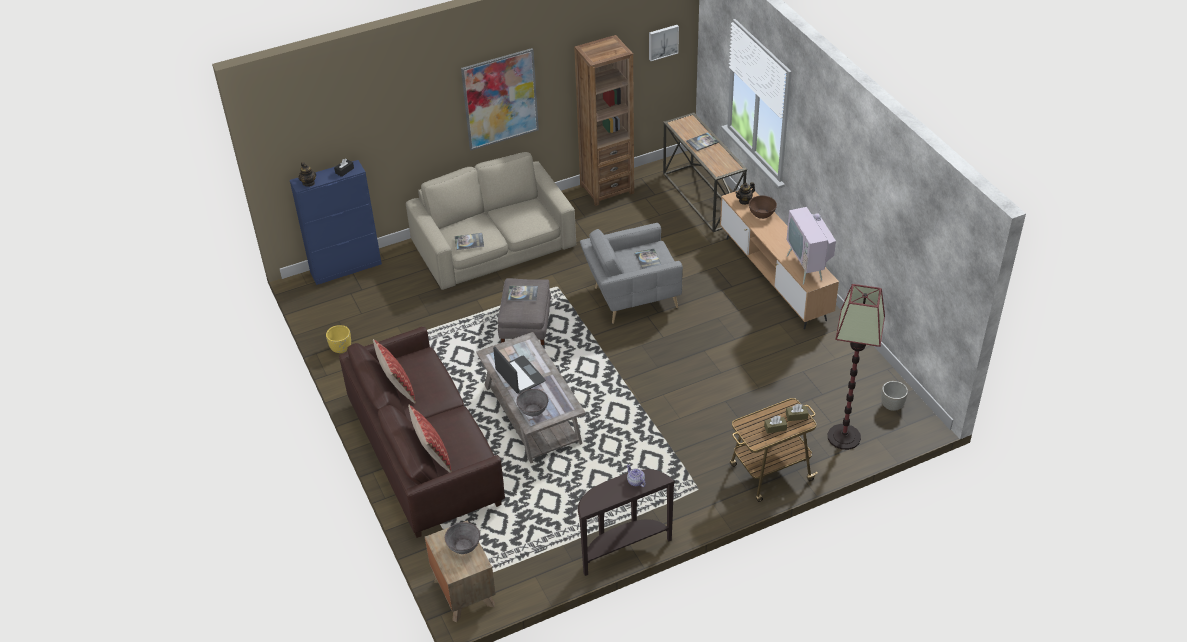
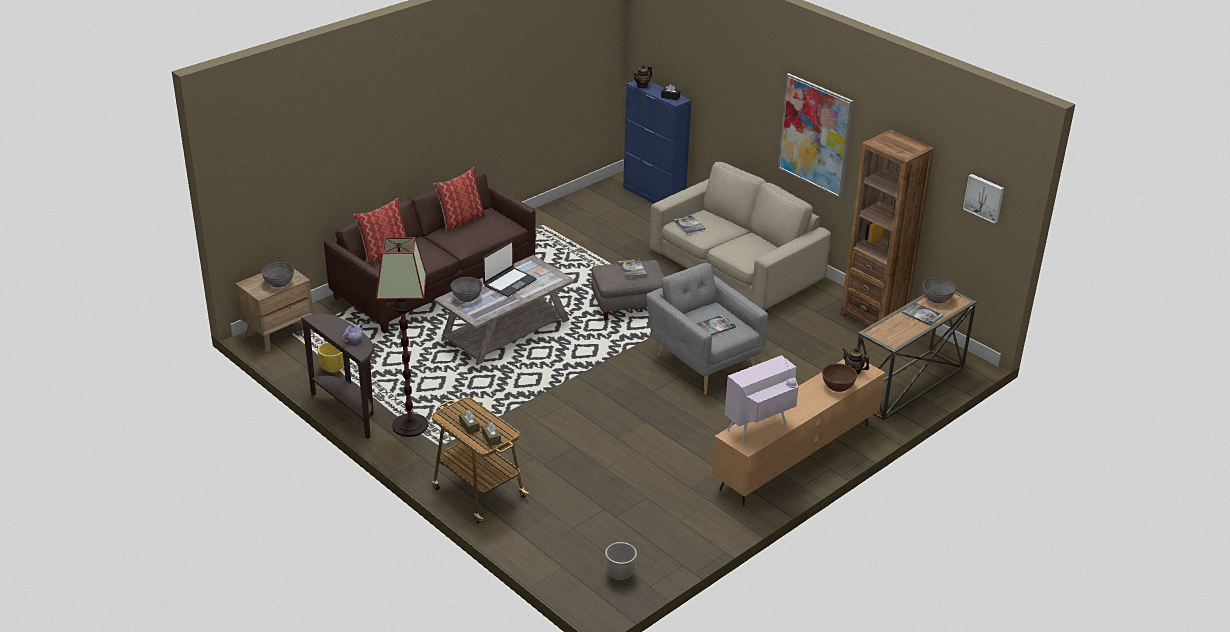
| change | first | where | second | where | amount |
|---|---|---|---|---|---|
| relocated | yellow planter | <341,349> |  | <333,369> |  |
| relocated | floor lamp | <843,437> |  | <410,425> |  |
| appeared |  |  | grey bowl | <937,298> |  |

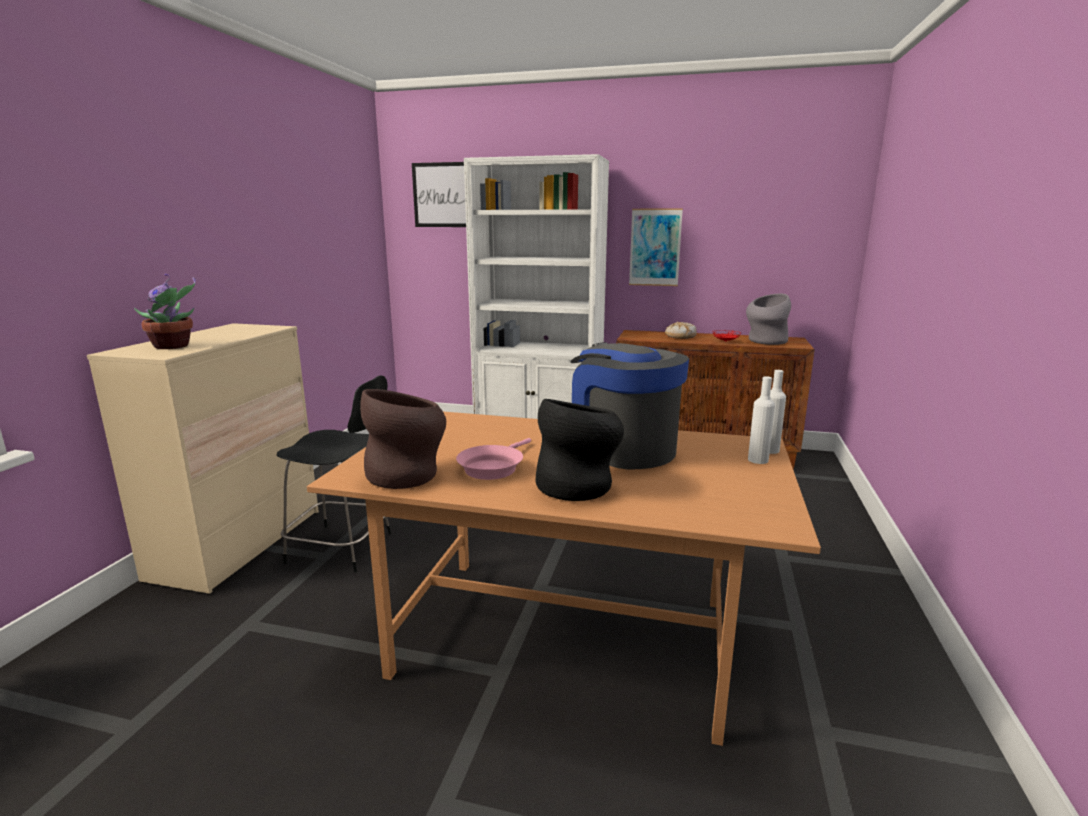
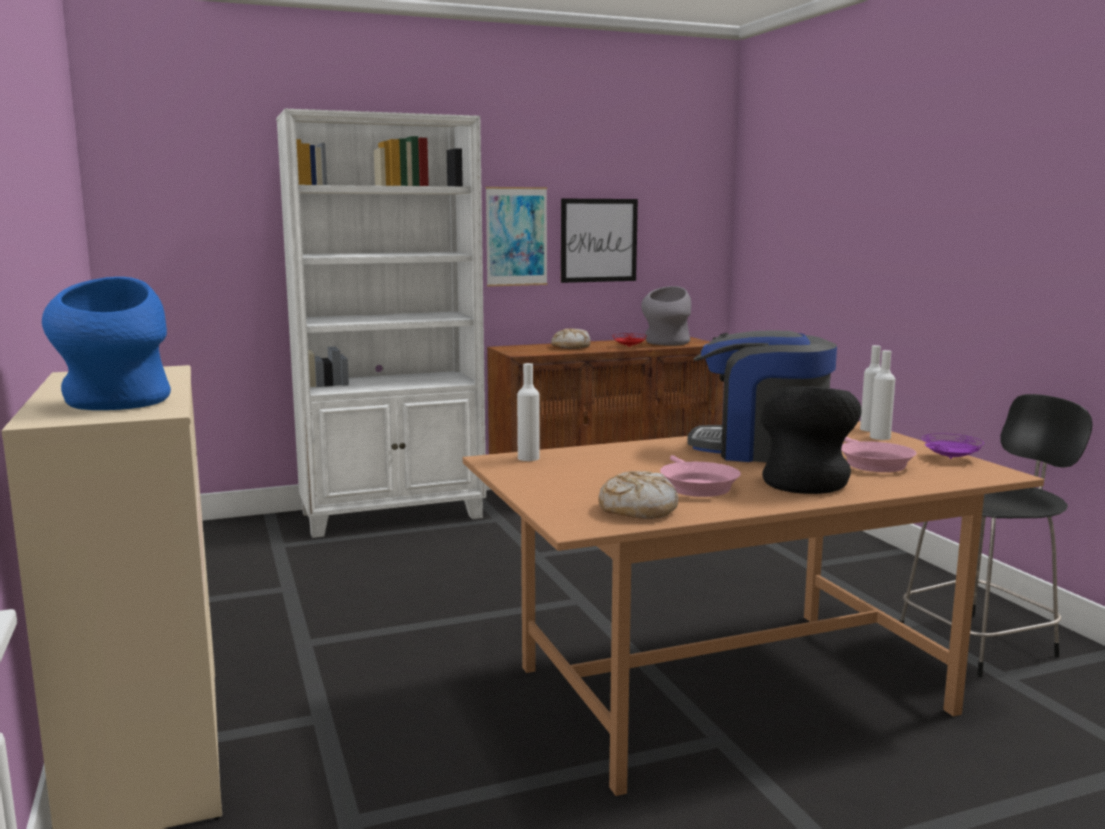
| change | first | where | second | where | amount |
|---|---|---|---|---|---|
| exchanged | potted plant | <173,346> | blue vase | <116,404> |  |
| relocated | black chair | <343,548> |  | <980,643> |  |
| exchanged | brown vase | <408,475> | bread | <637,509> |  |
| relocated | picture | <442,195> |  | <598,240> |  |
| appeared |  |  | white bottle | <528,458> |  |
| appeared |  |  | pink frying pan | <872,463> |  |
| appeared |  |  | purple plate | <950,458> |  |

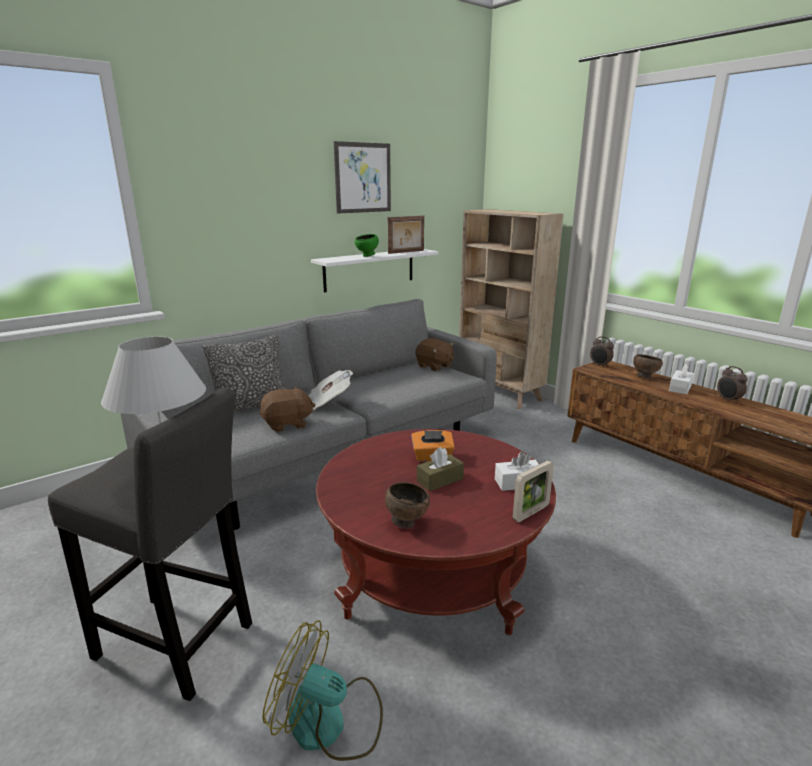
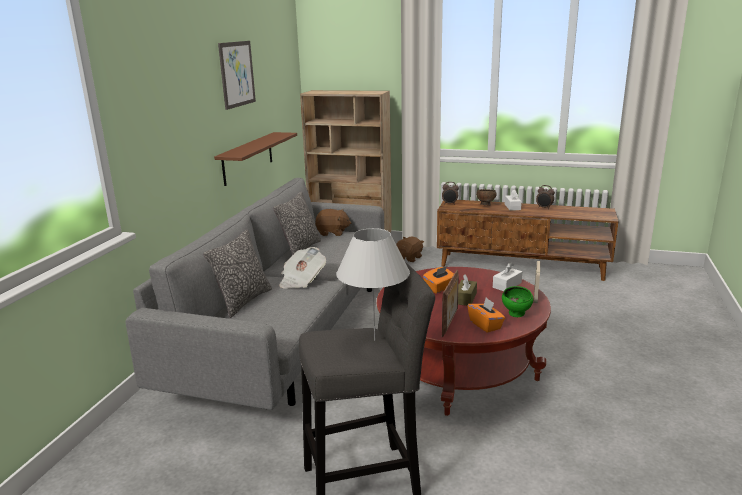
| change | first | where | second | where | amount |
|---|---|---|---|---|---|
| relocated | brown plush toy | <287,424> |  | <409,258> |  |
| missing | fan | <329,722> |  |  |  |
| colour | white shelf | <369,269> | brown shelf | <248,158> |  |
| relocated | green bowl | <367,256> |  | <516,315> |  |
| exchanged | brown bowl | <406,522> | orange tissue box | <485,325> |  |
| relocated | picture frame | <406,252> |  | <450,323> |  |
| appeared |  |  | pillow | <300,249> |  |

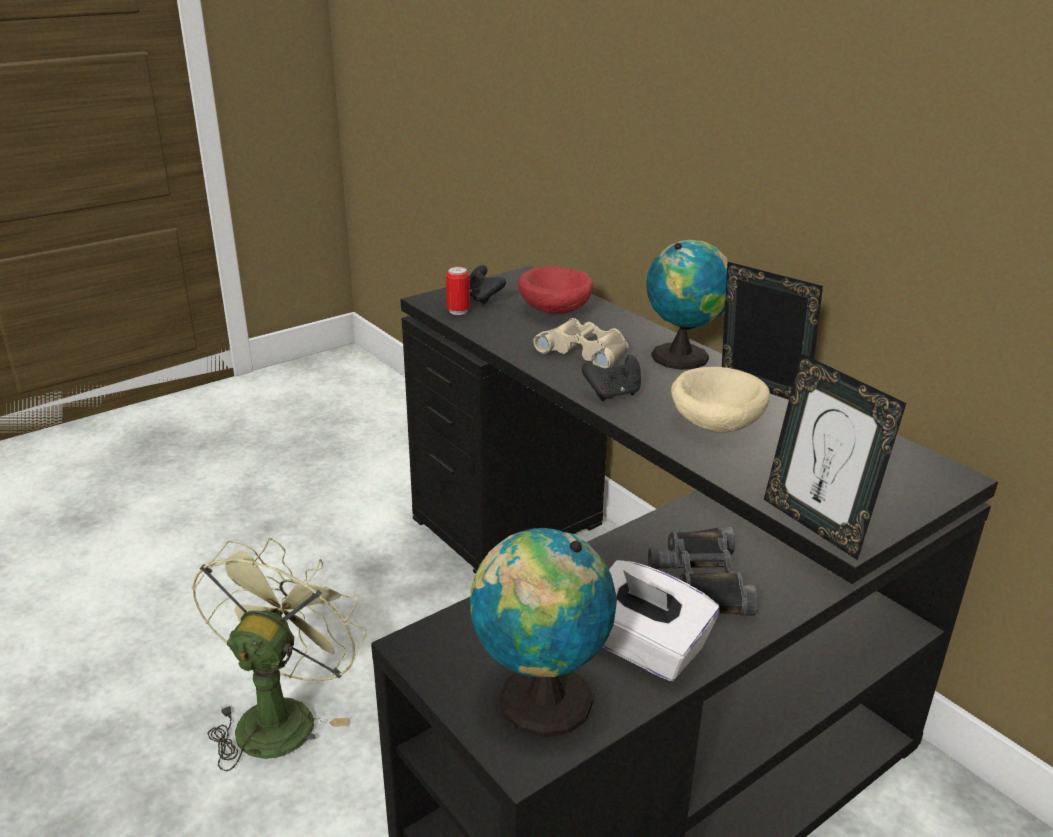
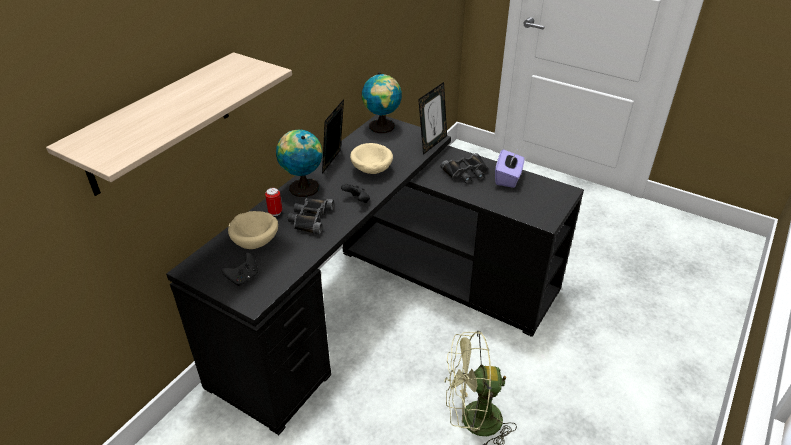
| change | first | where | second | where | amount |
|---|---|---|---|---|---|
| relocated | can | <458,311> |  | <275,212> |  |
| relocated | globe | <538,701> |  | <382,127> |  |
| colour | red bowl | <555,312> | beige bowl | <256,241> |  |
| colour | beige binoculars | <585,351> | black binoculars | <310,218> |  |
| colour | white tissue box | <644,648> | purple tissue box | <508,178> |  |
| appeared |  |  | shelf | <159,123> |  |

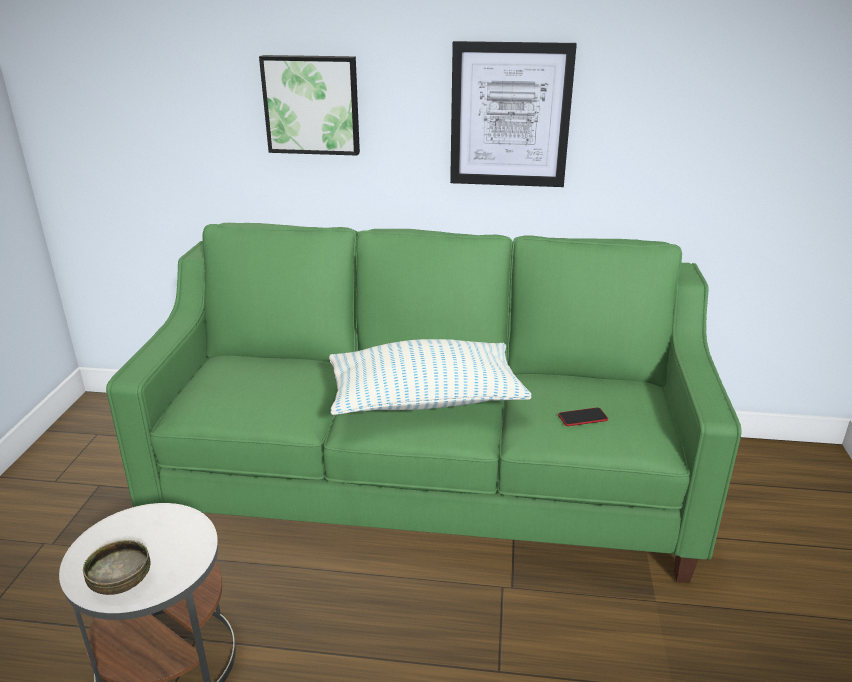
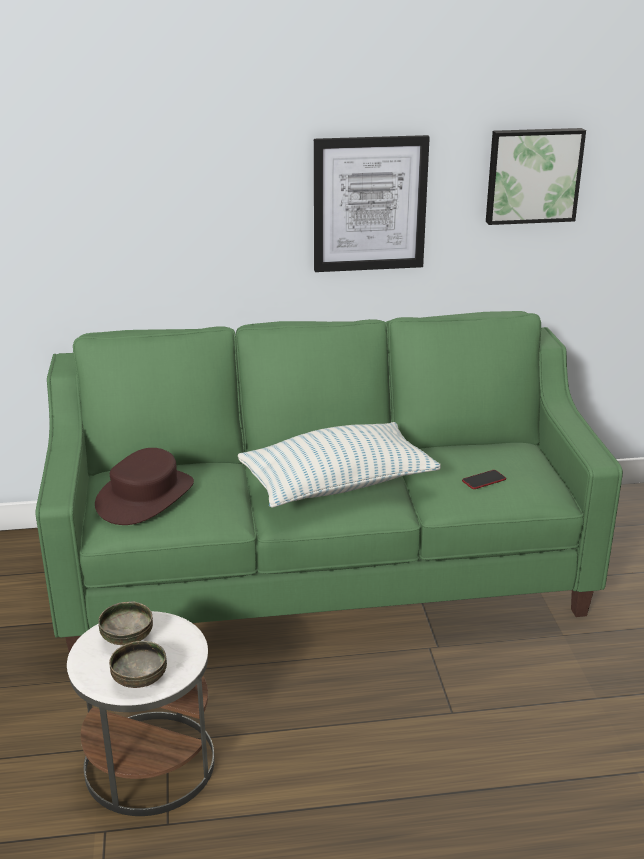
| change | first | where | second | where | amount |
|---|---|---|---|---|---|
| relocated | picture | <312,104> |  | <533,175> |  |
| appeared |  |  | brown hat | <146,497> |  |
| appeared |  |  | bowl | <127,638> |  |

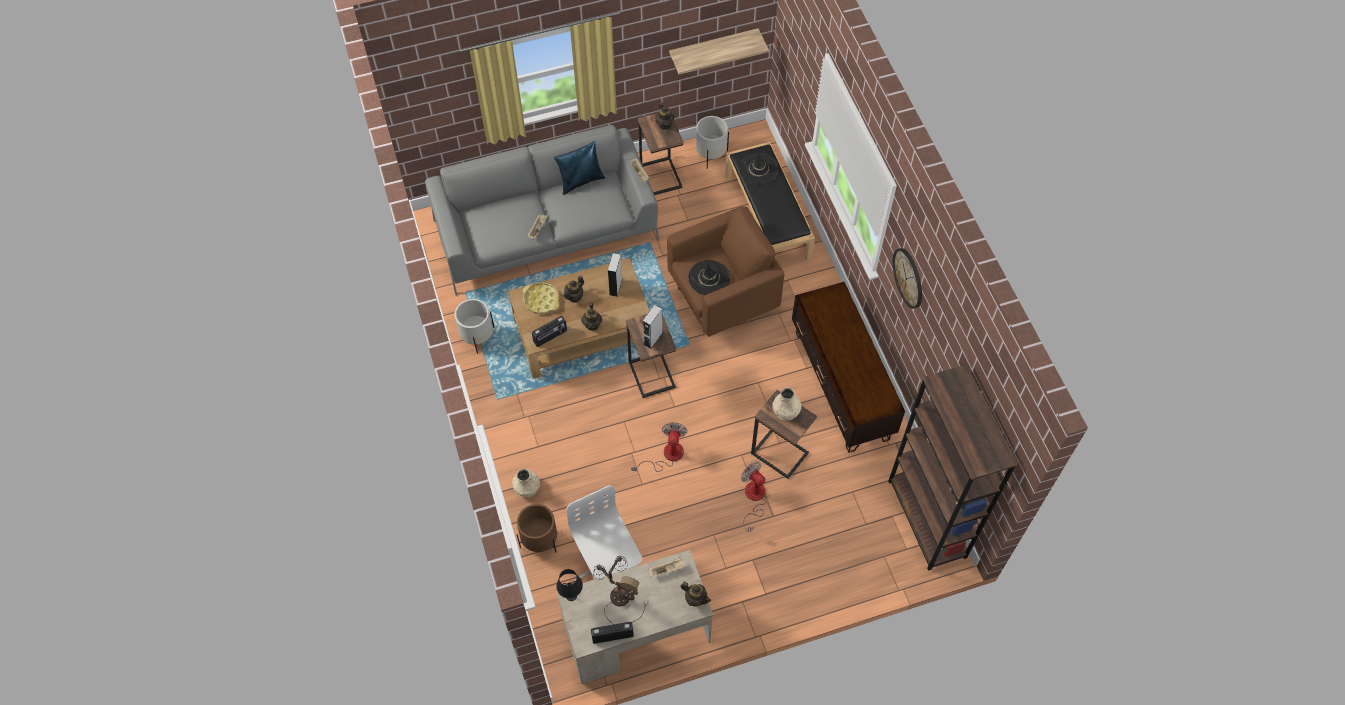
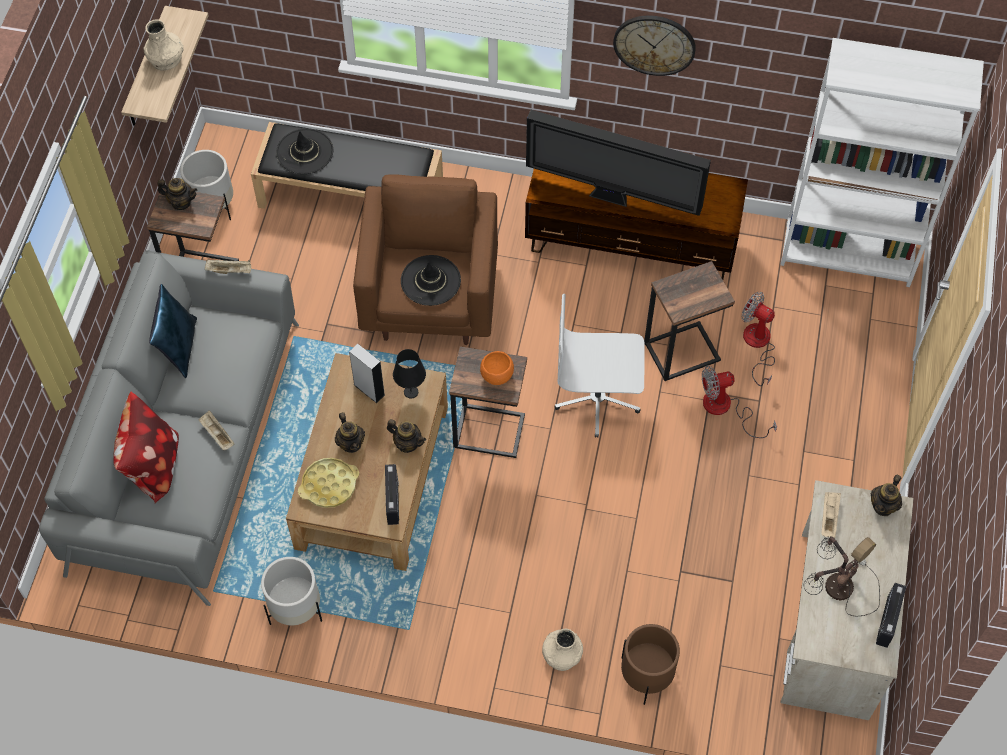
| change | first | where | second | where | amount |
|---|---|---|---|---|---|
| relocated | black table lamp | <571,595> |  | <411,392> |  |
| relocated | white office chair | <608,565> |  | <597,399> |  |
| relocated | fan | <666,456> |  | <757,345> |  |
| exchanged | grey speaker | <652,339> | orange bowl | <496,375> |  |
| spun | teapot | <695,598> |  | <883,506> | 150 degrees clockwise |
| relocated | beige vase | <786,411> |  | <166,58> |  |
| colour | brown bookcase | <927,519> | white bookcase | <848,254> |  |
| appeared |  |  | pillow | <152,466> |  |
| appeared |  |  | television | <612,198> |  |

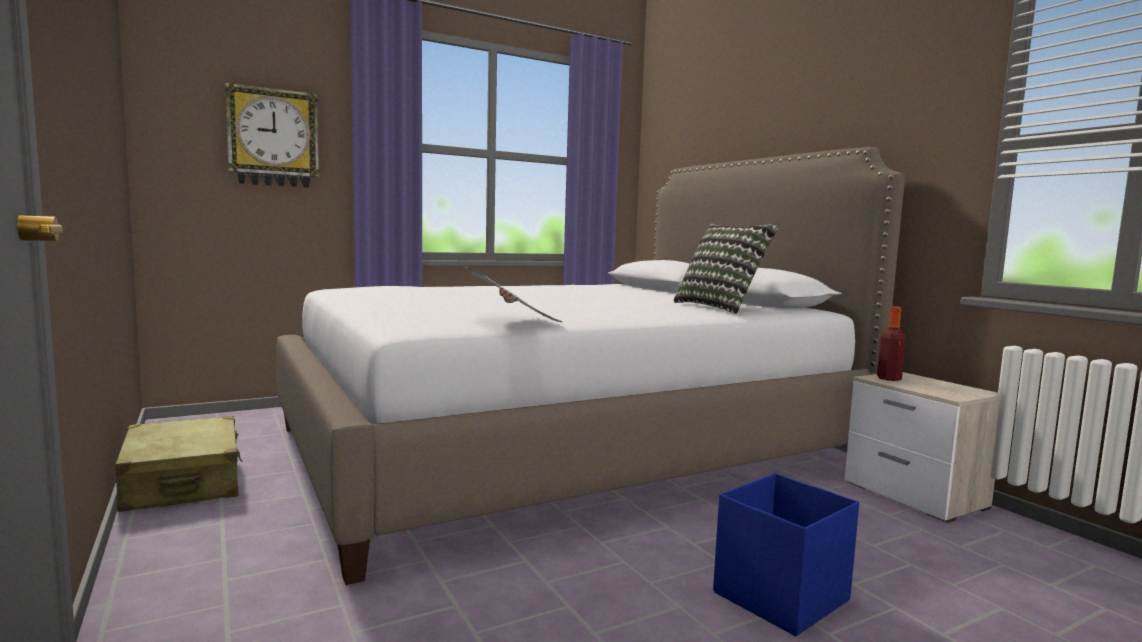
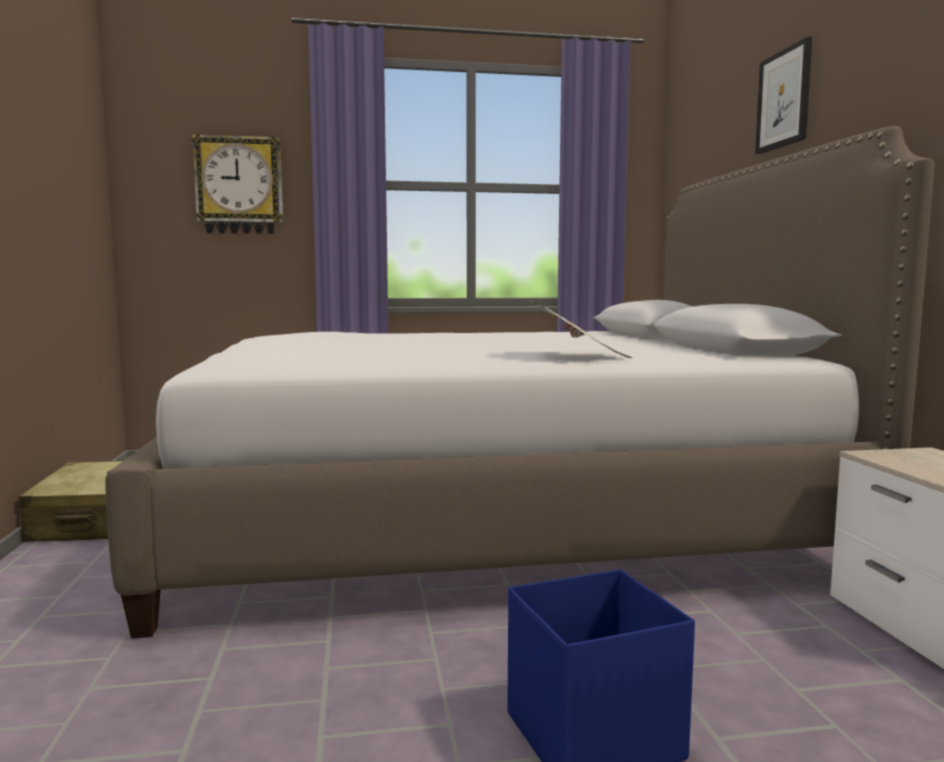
| change | first | where | second | where | amount |
|---|---|---|---|---|---|
| relocated | newspaper | <513,321> |  | <580,357> |  |
| missing | pillow | <721,307> |  |  |  |
| missing | bottle | <889,378> |  |  |  |
| appeared |  |  | picture | <784,99> |  |

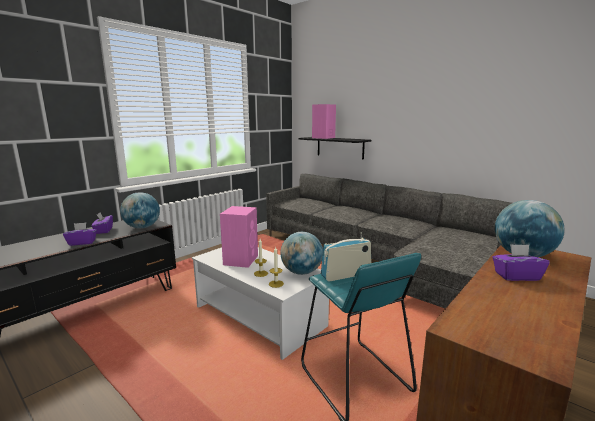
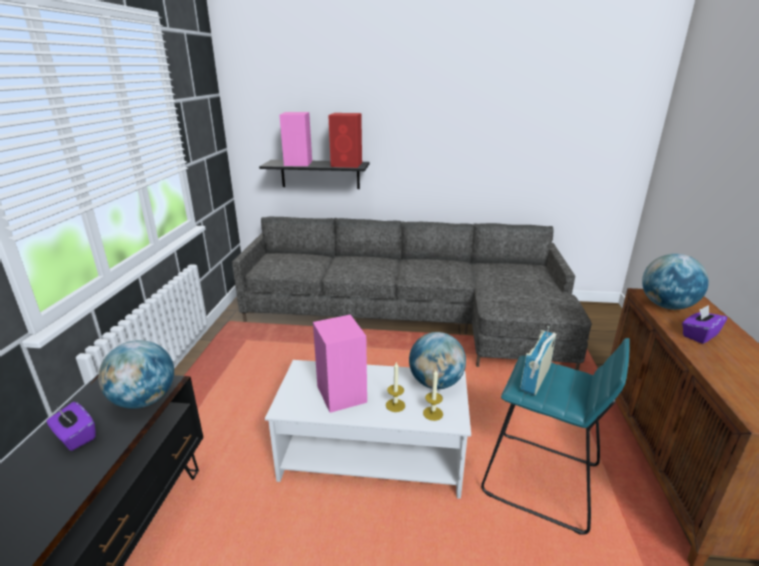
| change | first | where | second | where | amount |
|---|---|---|---|---|---|
| missing | purple tissue box | <82,242> |  |  |  |
| appeared |  |  | red speaker | <347,164> |  |

